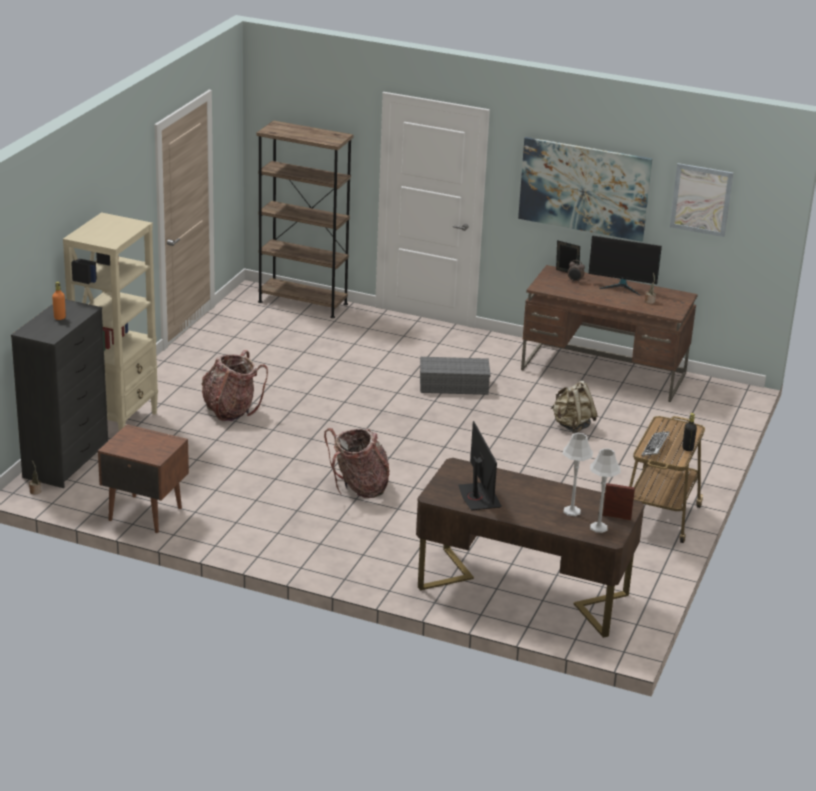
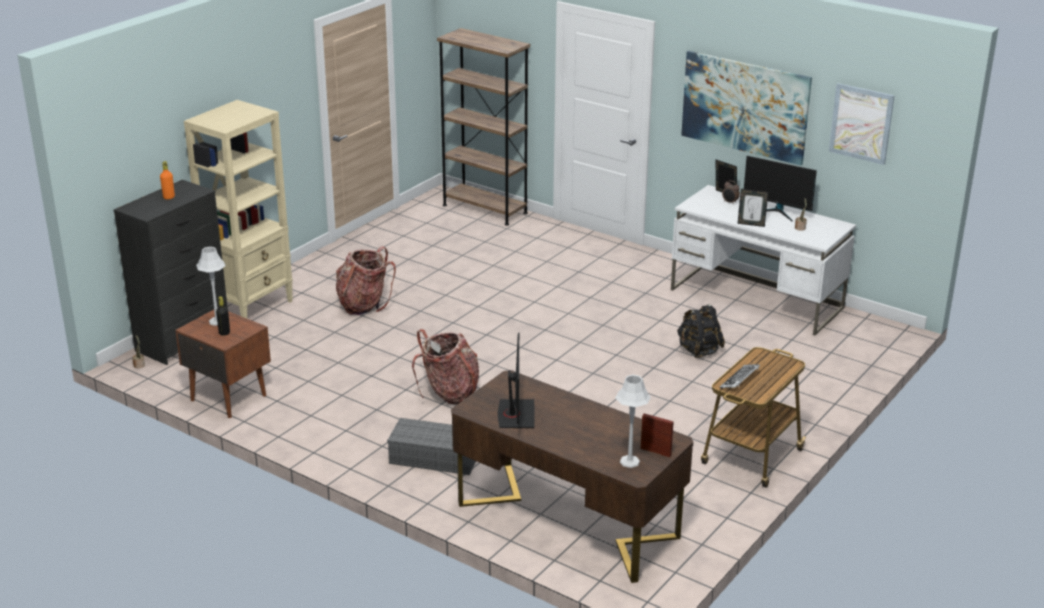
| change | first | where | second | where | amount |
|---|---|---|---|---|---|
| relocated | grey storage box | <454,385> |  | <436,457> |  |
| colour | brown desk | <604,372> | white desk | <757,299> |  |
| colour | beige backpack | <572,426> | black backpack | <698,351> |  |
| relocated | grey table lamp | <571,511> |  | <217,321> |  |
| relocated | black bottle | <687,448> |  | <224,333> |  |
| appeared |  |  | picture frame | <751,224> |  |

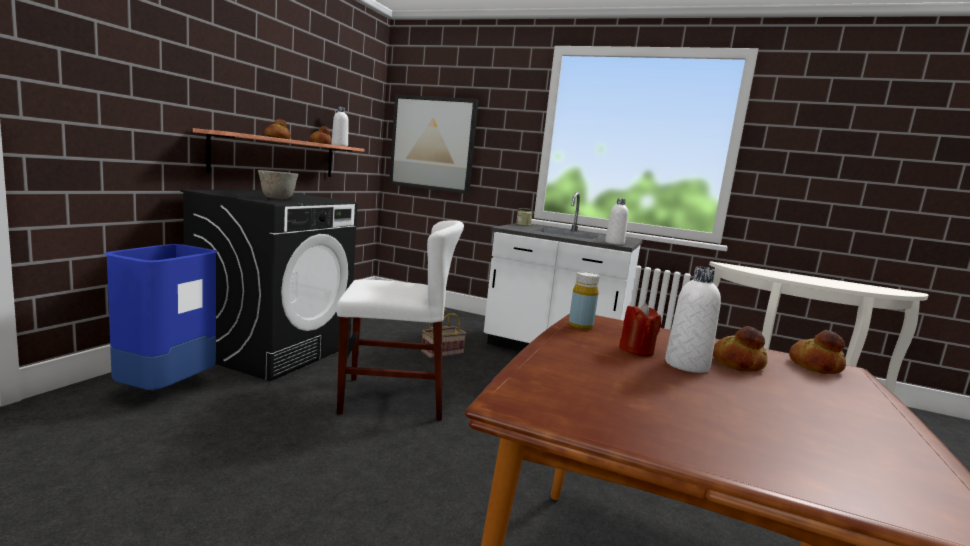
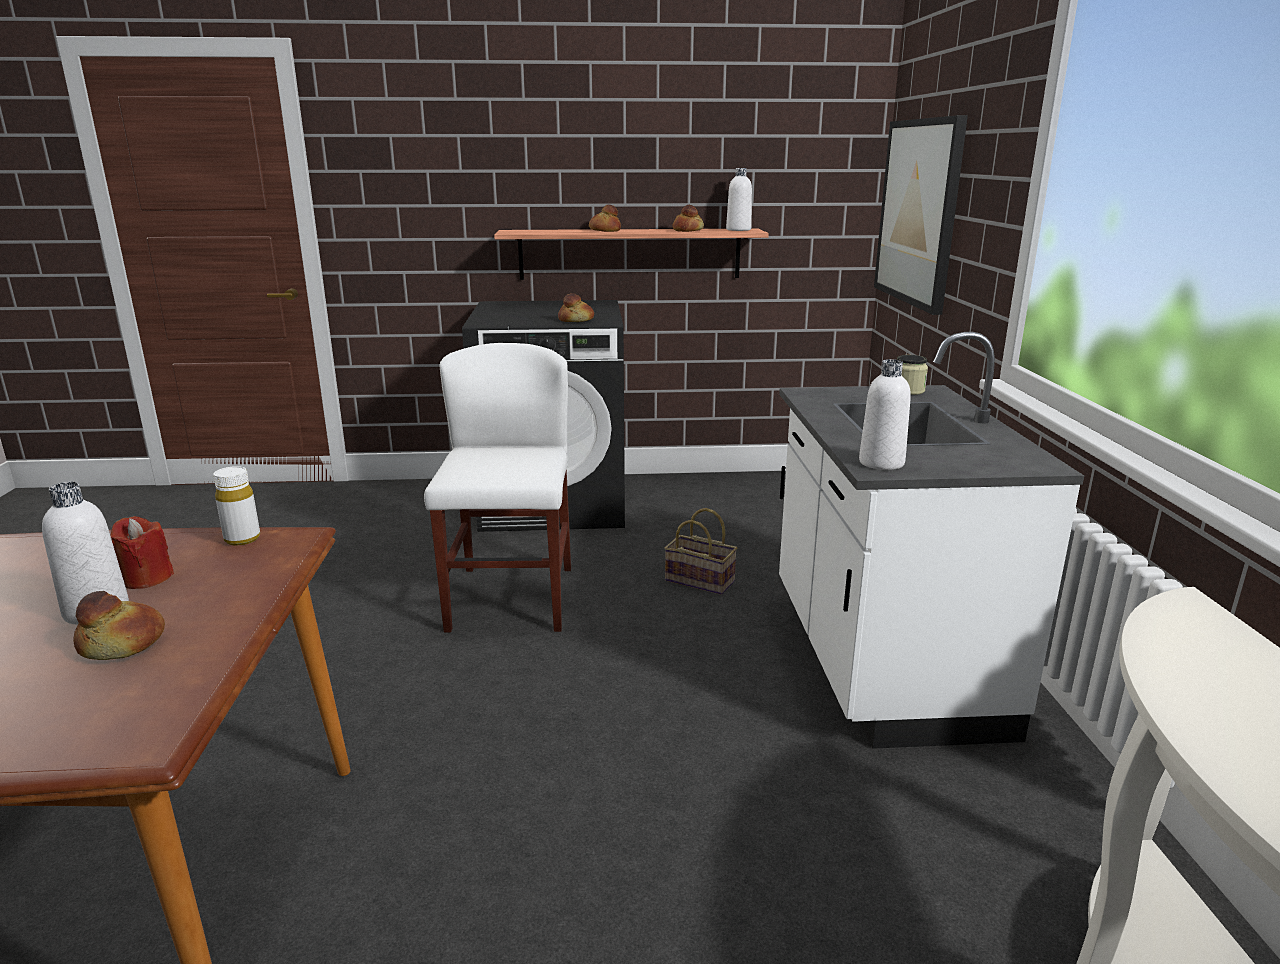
| change | first | where | second | where | amount |
|---|---|---|---|---|---|
| missing | blue trash can | <166,389> |  |  |  |
| missing | grey bowl | <277,198> |  |  |  |
| spun | white chair | <393,398> |  | <511,598> | 150 degrees counterclockwise |
| colour | yellow bottle | <580,326> | white bottle | <242,539> |  |
| relocated | bread | <815,366> |  | <576,320> |  |

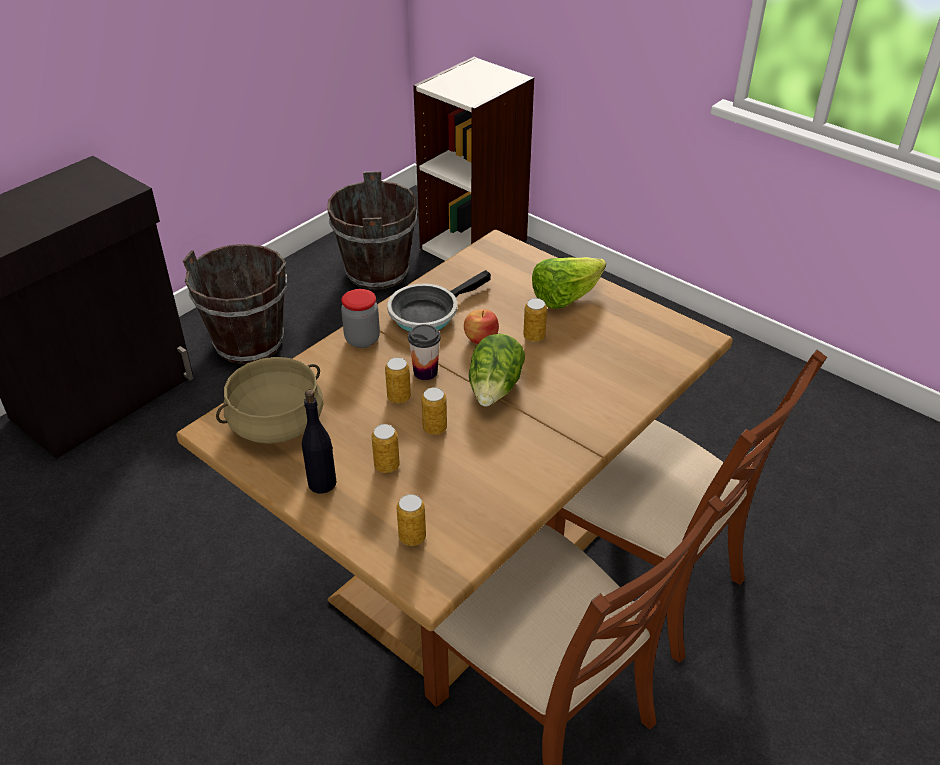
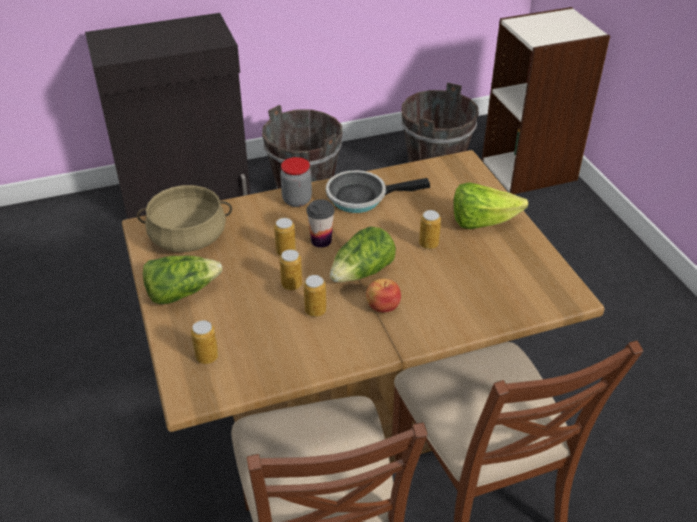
| change | first | where | second | where | amount |
|---|---|---|---|---|---|
| exchanged | black bottle | <322,483> | lettuce | <181,292> |  |
| relocated | can | <387,466> |  | <315,311> |  |
| relocated | apple | <480,338> |  | <382,306> |  |

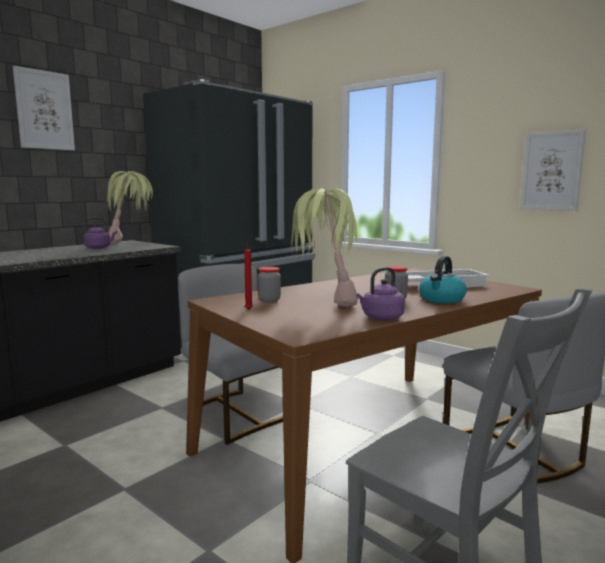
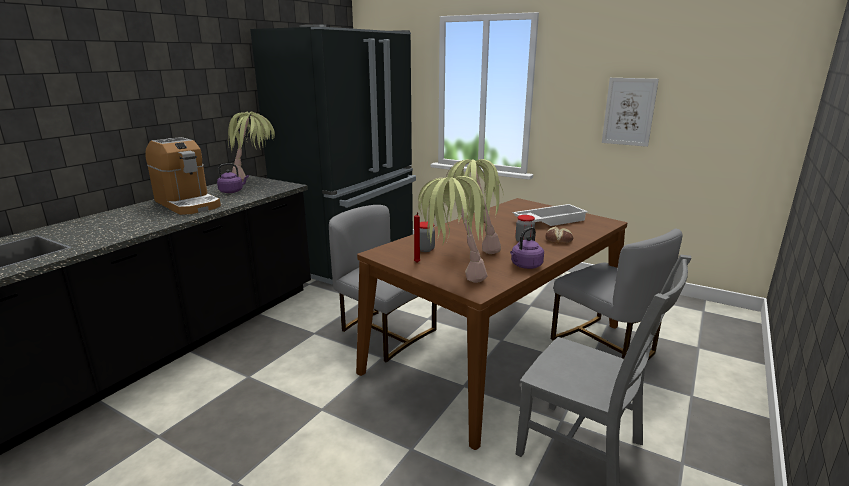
| change | first | where | second | where | amount |
|---|---|---|---|---|---|
| missing | picture | <44,110> |  |  |  |
| exchanged | kettle | <441,299> | bread | <559,240> |  |
| appeared |  |  | coffee machine | <187,204> |  |
| appeared |  |  | potted plant | <451,278> |  |

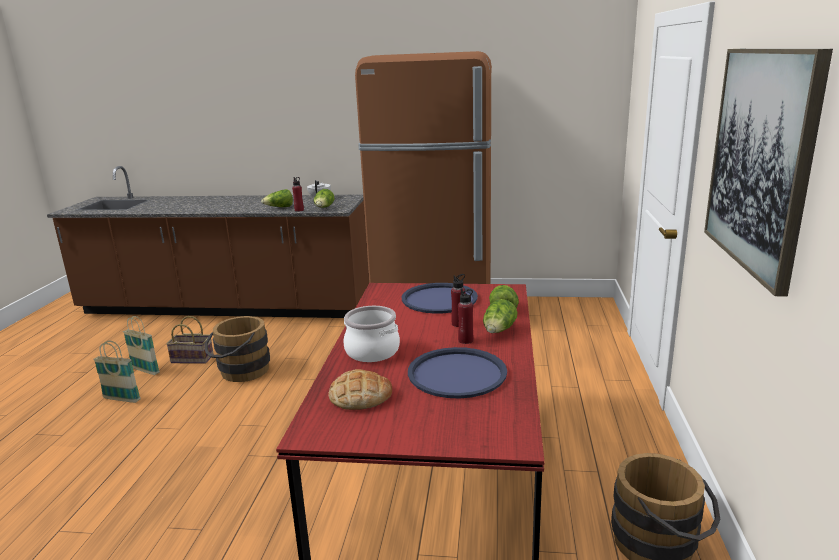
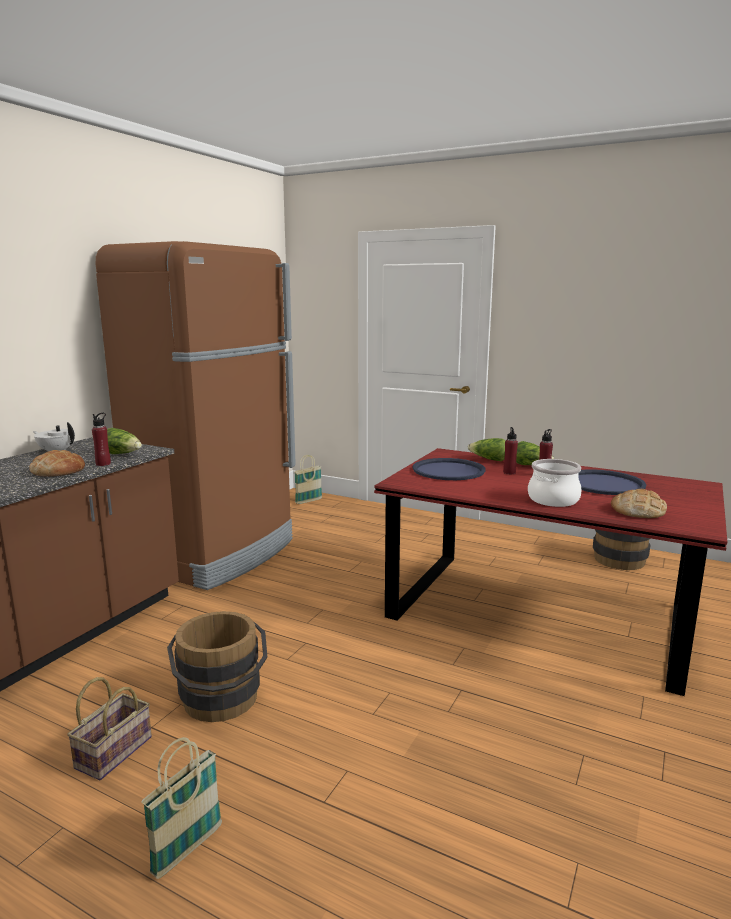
| change | first | where | second | where | amount |
|---|---|---|---|---|---|
| relocated | basket | <145,371> |  | <308,501> |  |
| exchanged | lettuce | <279,207> | bread | <58,471> |  |
| missing | picture | <760,160> |  |  |  |

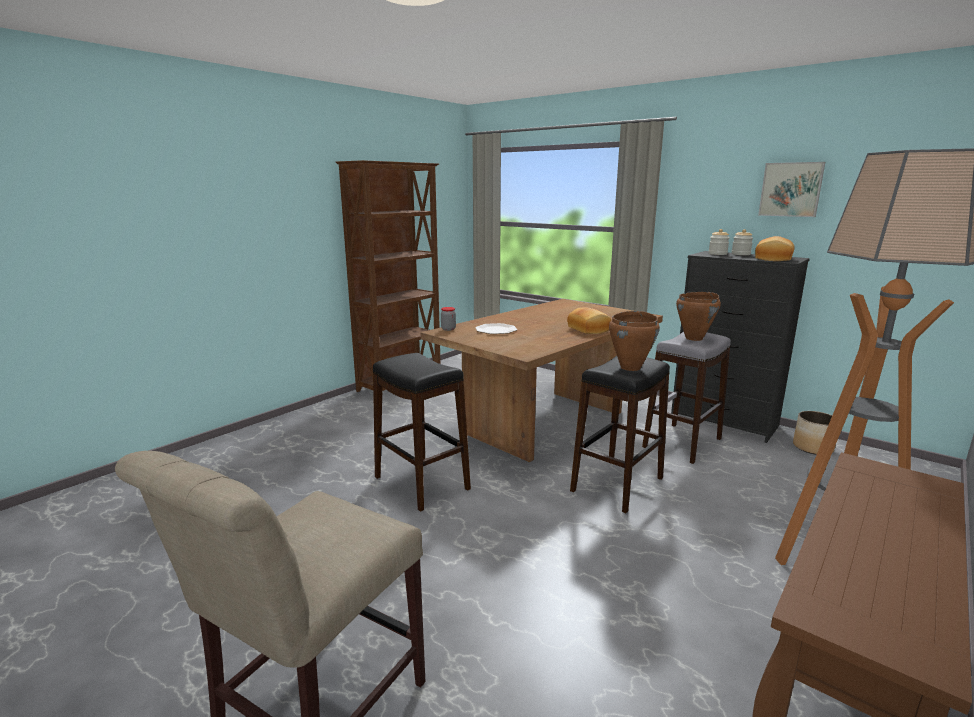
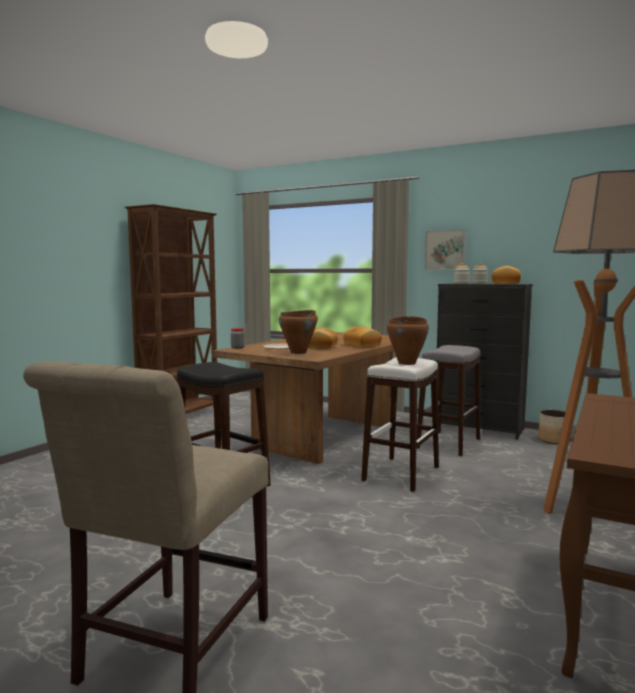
| change | first | where | second | where | amount |
|---|---|---|---|---|---|
| colour | black stool | <617,485> | white stool | <401,473> |  |
| relocated | brown cooking pot | <694,338> |  | <298,352> |  |
| relocated | picture | <791,189> |  | <445,250> |  |
| appeared |  |  | bread | <321,347> |  |

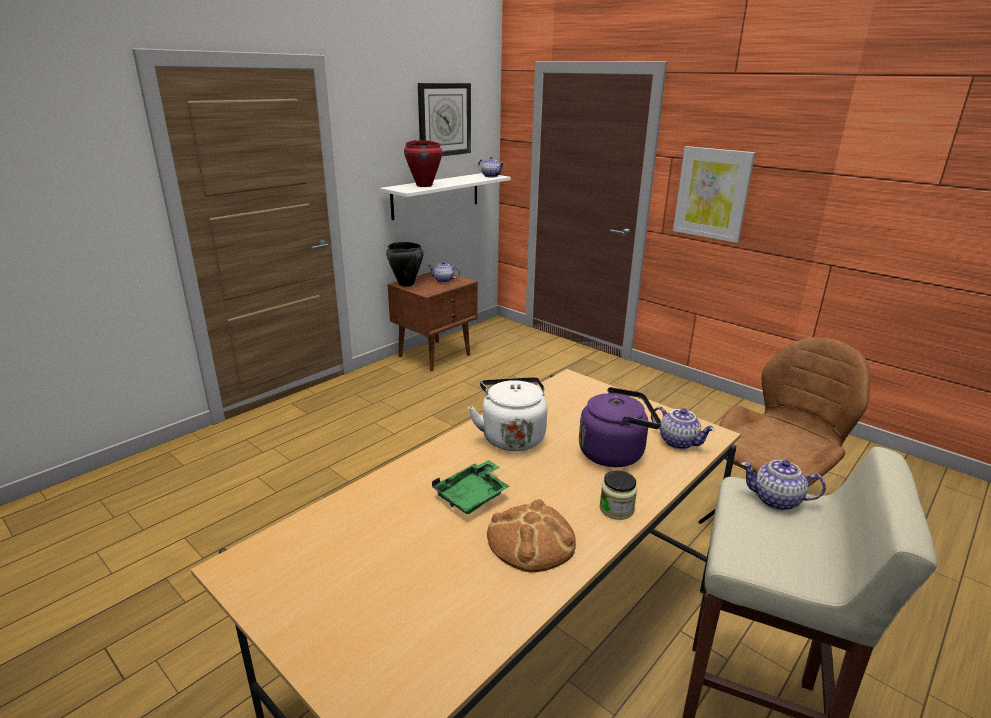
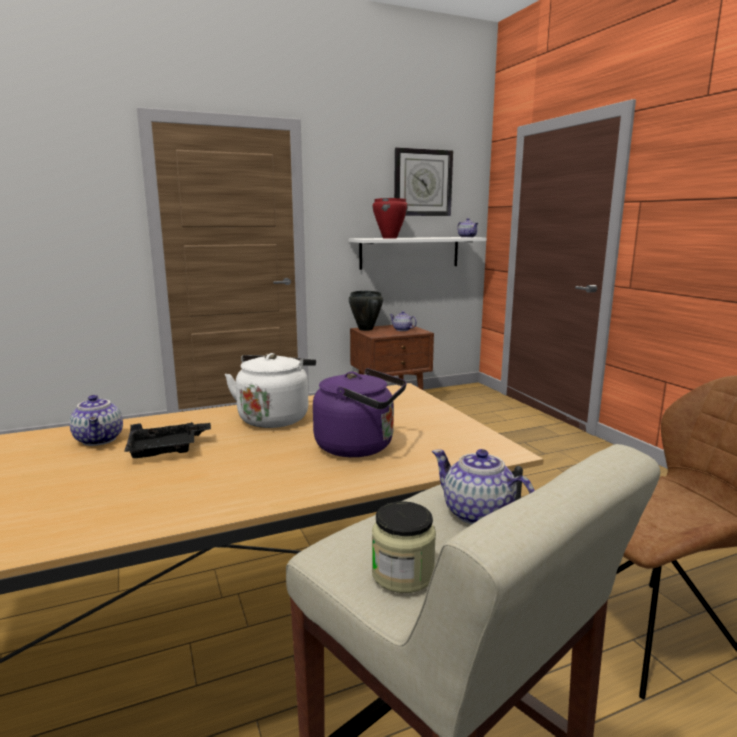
| change | first | where | second | where | amount |
|---|---|---|---|---|---|
| colour | green tray | <473,496> | black tray | <167,450> |  |
| missing | bread | <531,539> |  |  |  |
| relocated | jar | <616,509> |  | <402,574> |  |
| relocated | teapot | <679,442> |  | <100,440> |  |
| missing | picture | <712,193> |  |  |  |

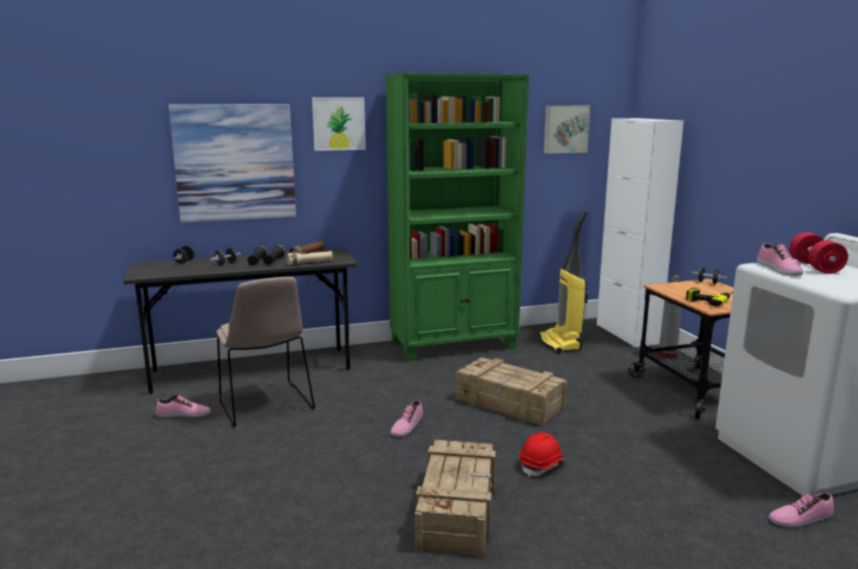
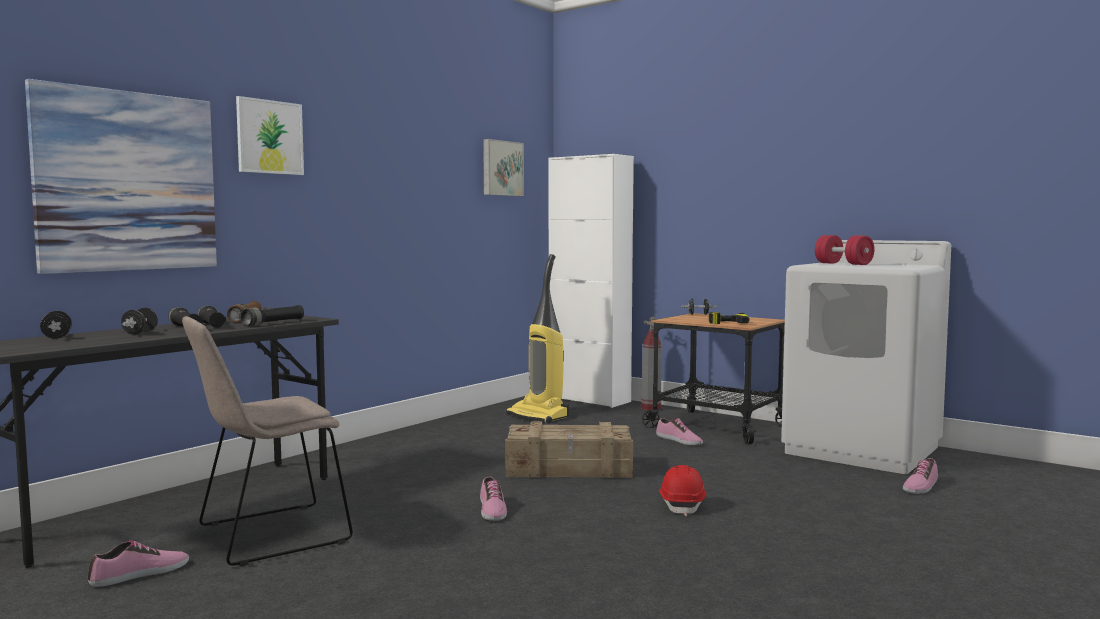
| change | first | where | second | where | amount |
|---|---|---|---|---|---|
| spun | beige chair | <266,406> |  | <267,535> | 120 degrees clockwise |
| colour | beige flashlight | <310,263> | black flashlight | <273,323> |  |
| missing | green bookcase | <454,345> |  |  |  |
| missing | crate | <457,510> |  |  |  |
| relocated | shoe | <778,269> |  | <678,440> |  |

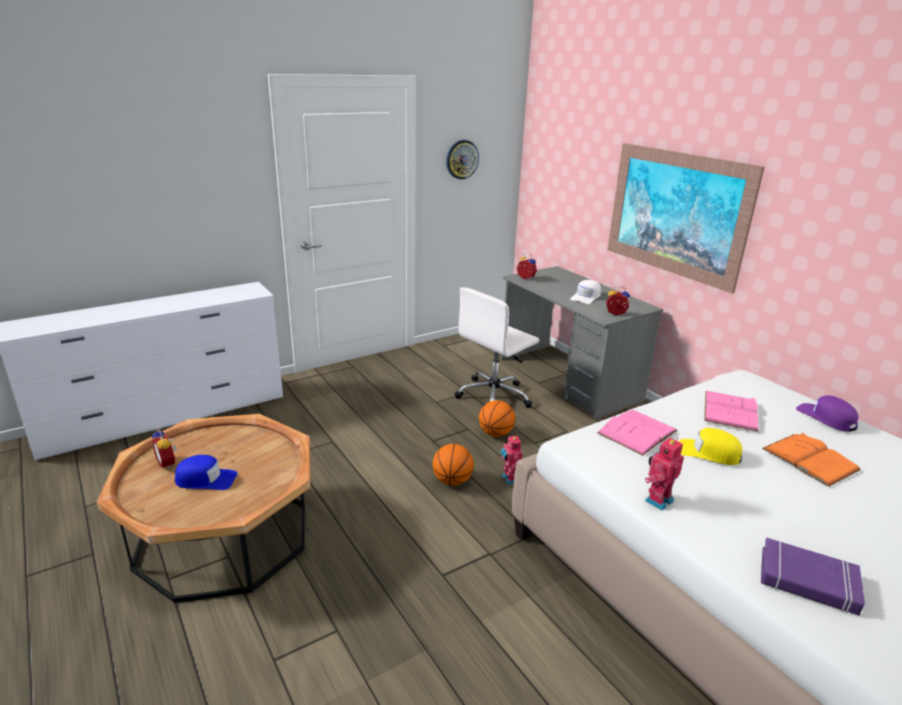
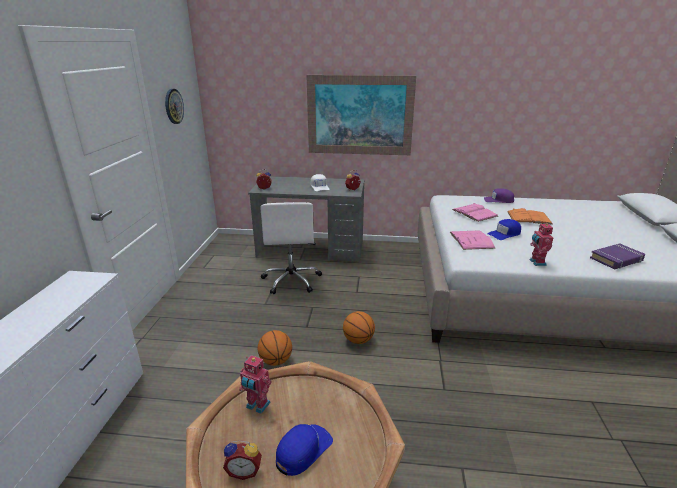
| change | first | where | second | where | amount |
|---|---|---|---|---|---|
| relocated | basketball | <495,433> |  | <276,361> |  |
| relocated | toy robot | <509,479> |  | <257,406> |  |
| colour | yellow cap | <708,453> | blue cap | <504,234> |  |

